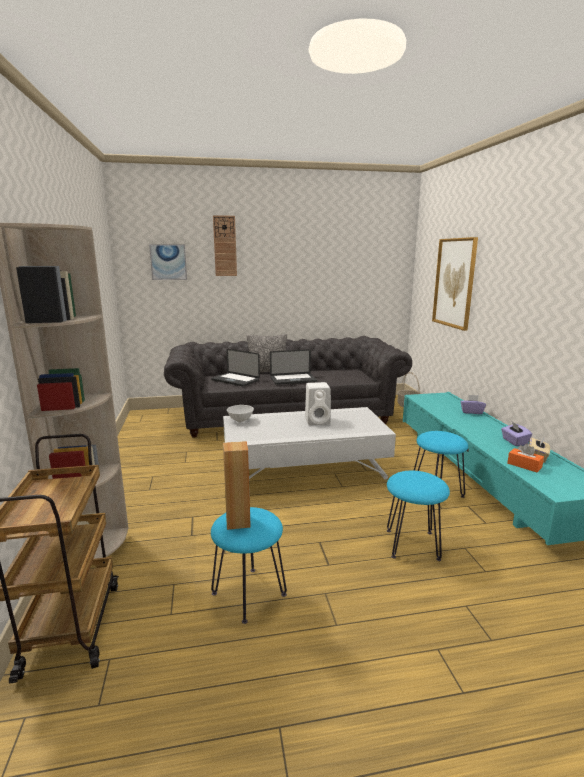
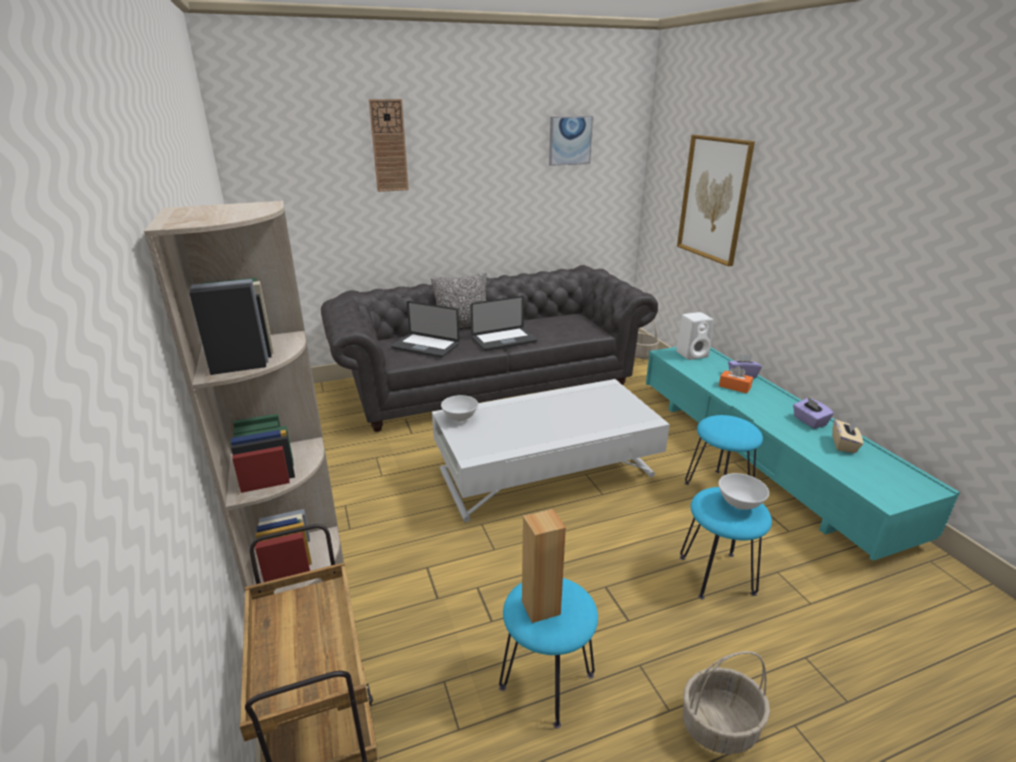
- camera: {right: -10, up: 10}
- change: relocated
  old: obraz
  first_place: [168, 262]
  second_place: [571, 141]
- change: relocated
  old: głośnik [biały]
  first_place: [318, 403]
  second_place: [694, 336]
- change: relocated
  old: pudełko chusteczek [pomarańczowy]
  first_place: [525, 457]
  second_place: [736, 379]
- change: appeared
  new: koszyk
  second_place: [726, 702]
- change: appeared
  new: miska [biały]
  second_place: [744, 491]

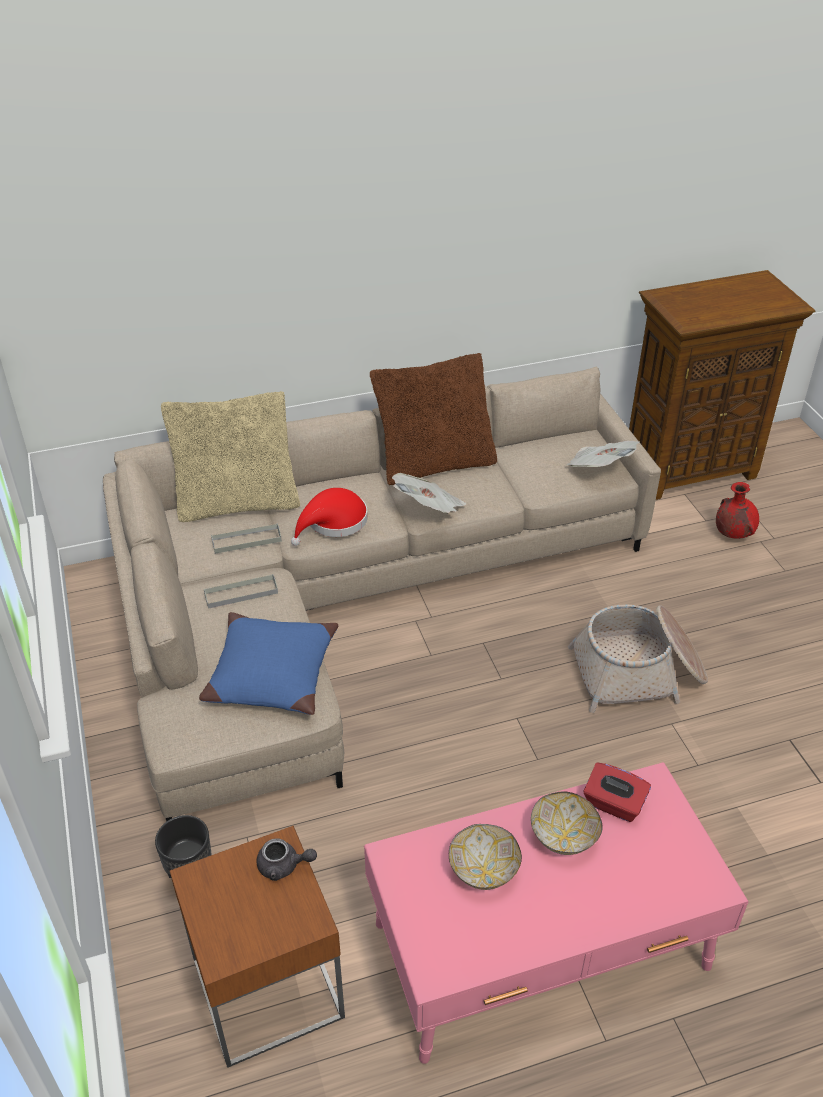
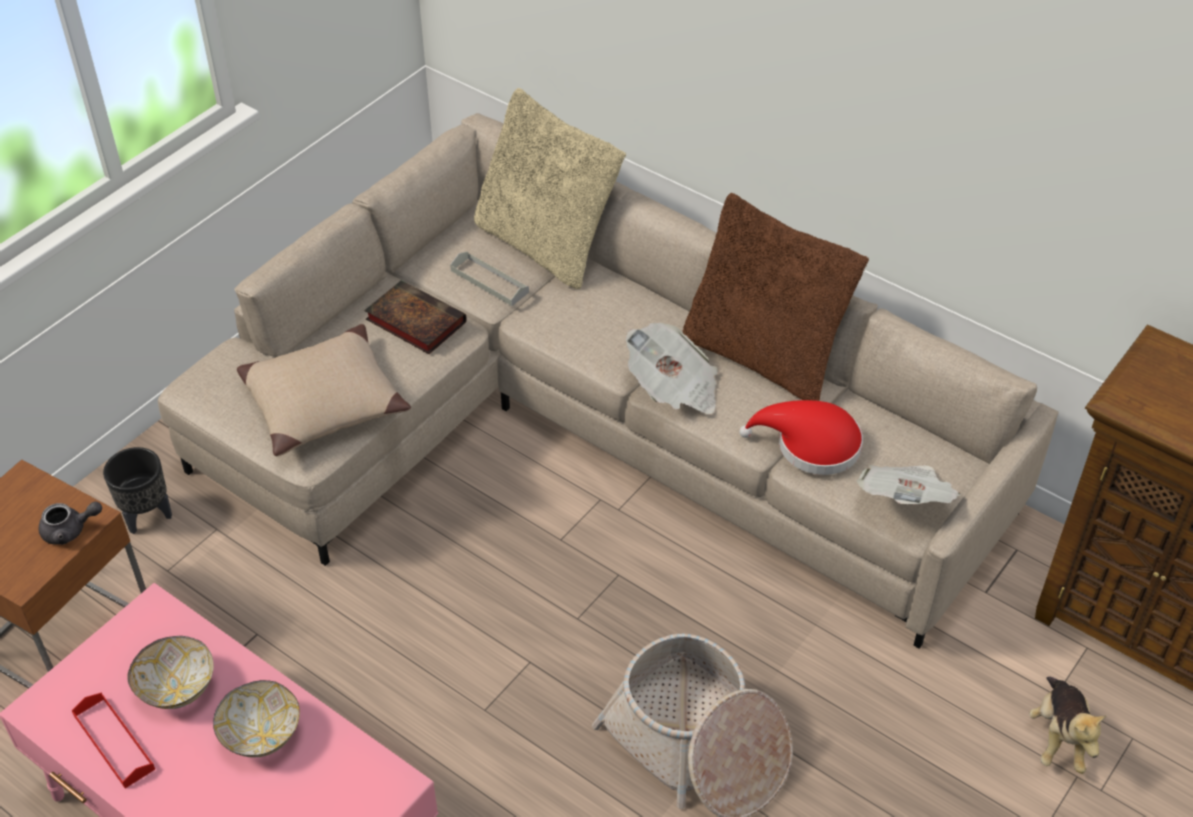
- camera: {right: 55, up: 5}
- change: colour
  old: poduszka [niebieski]
  new: poduszka [beżowy]
  first_place: [268, 663]
  second_place: [324, 390]
- change: exchanged
  old: taca [szary]
  new: książka
  first_place: [240, 591]
  second_place: [415, 317]
- change: spun
  old: imbryk [szary]
  first_place: [286, 859]
  second_place: [70, 523]
  degrees: -75
- change: relocated
  old: kapelusz [czerwony]
  first_place: [329, 517]
  second_place: [801, 437]
- change: missing
  old: pudełko chusteczek [czerwony]
  first_place: [617, 792]
- change: exchanged
  old: wazon [czerwony]
  new: pluszak
  first_place: [737, 510]
  second_place: [1068, 725]
- change: appeared
  new: taca [czerwony]
  second_place: [113, 740]

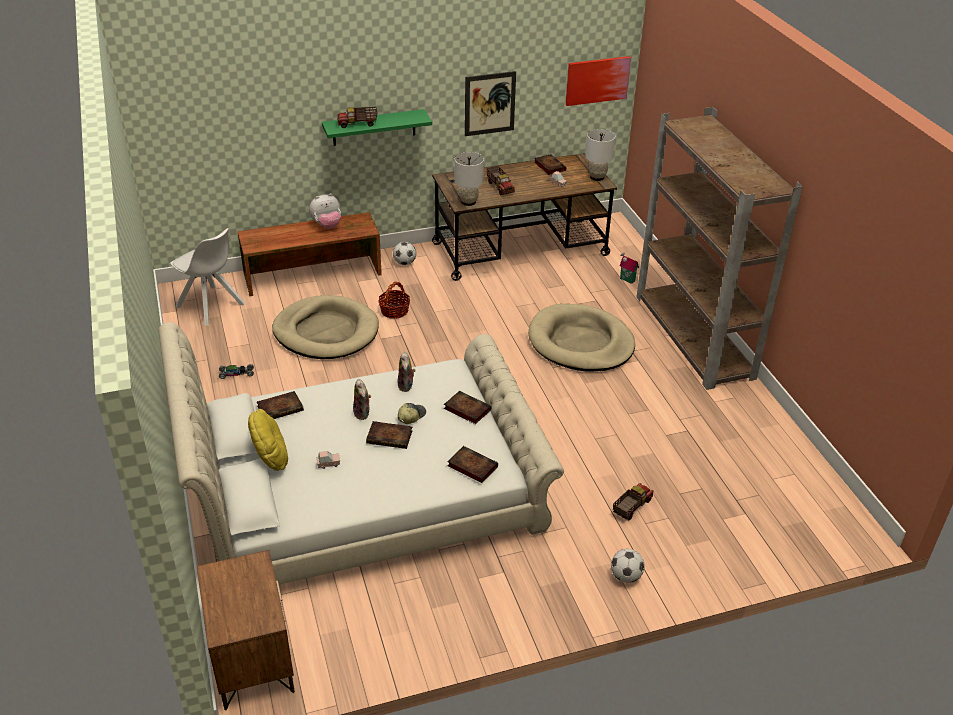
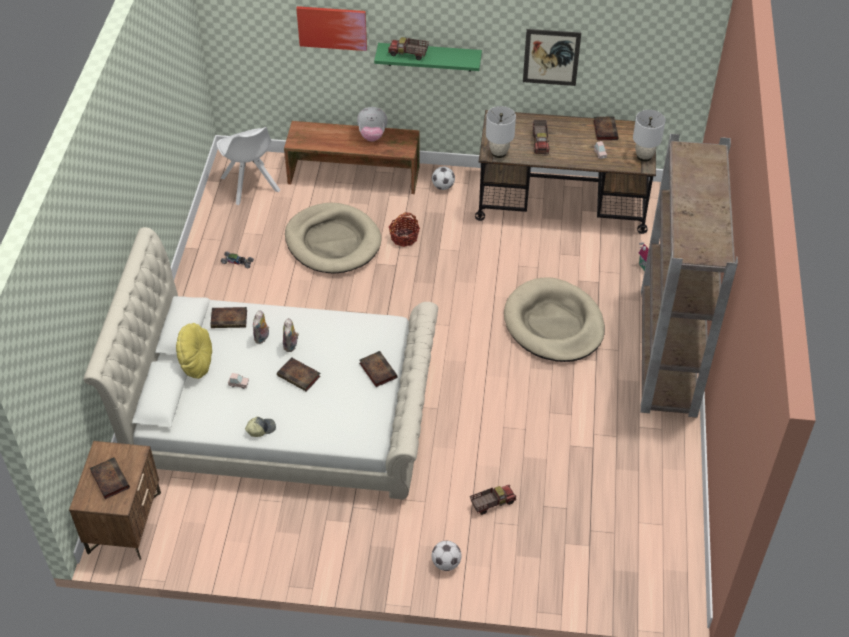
- camera: {right: 25, up: 10}
- change: relocated
  old: pluszak
  first_place: [406, 372]
  second_place: [261, 327]
- change: relocated
  old: czapka z daszkiem
  first_place: [412, 413]
  second_place: [260, 427]
- change: relocated
  old: książka
  first_place: [472, 464]
  second_place: [110, 478]
- change: relocated
  old: obraz
  first_place: [598, 81]
  second_place: [331, 28]

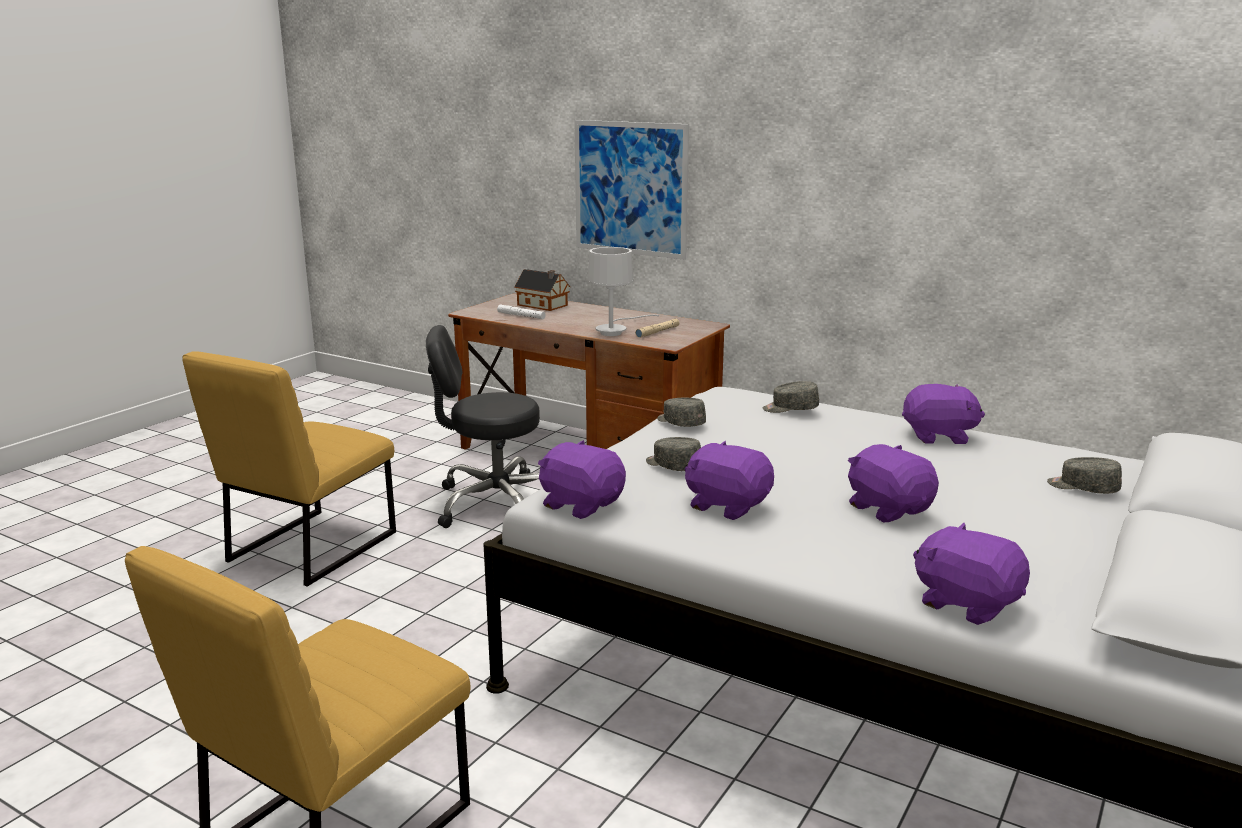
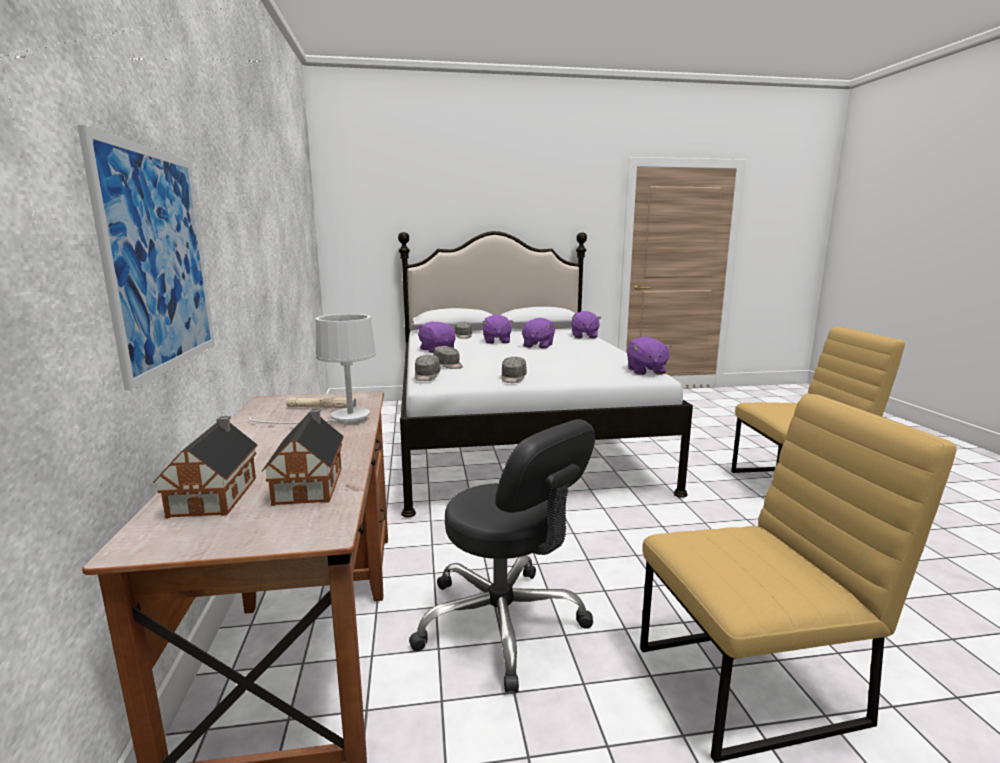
- camera: {right: -130, up: -5}
- change: exchanged
  old: latarka [biały]
  new: domek
  first_place: [521, 312]
  second_place: [303, 457]
- change: relocated
  old: czapka z daszkiem [szary]
  first_place: [673, 454]
  second_place: [427, 368]
- change: relocated
  old: pluszak [fioletowy]
  first_place: [729, 480]
  second_place: [498, 329]

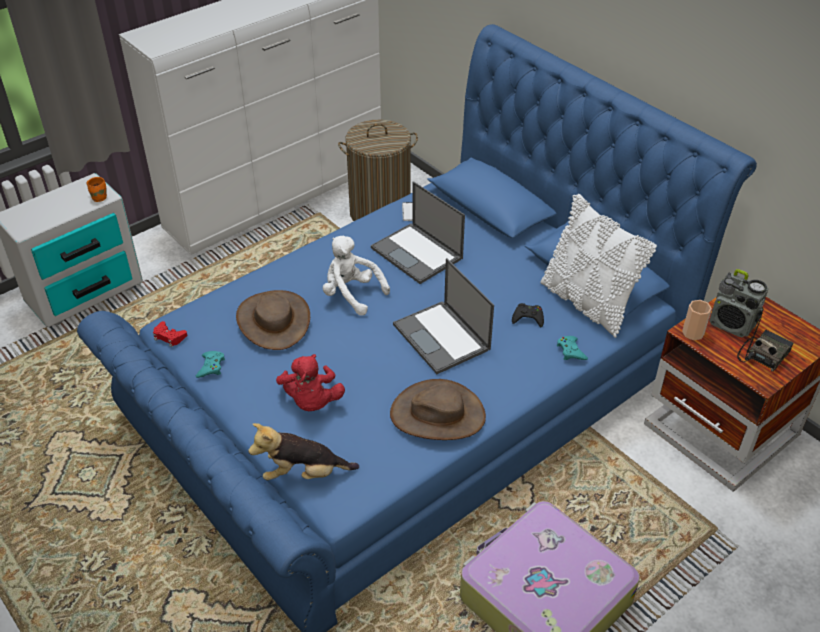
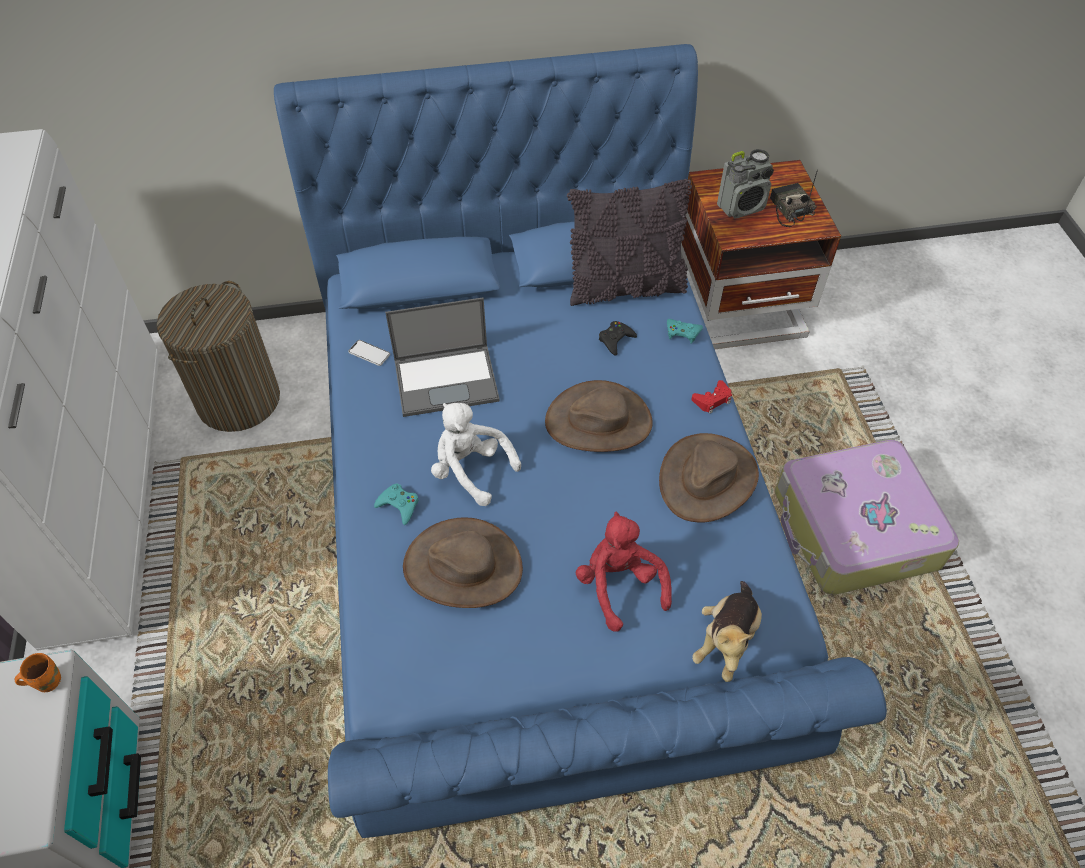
- camera: {right: -60, up: 10}
- change: relocated
  old: pad do gier [czerwony]
  first_place: [170, 334]
  second_place: [712, 397]
- change: relocated
  old: pad do gier [turkusowy]
  first_place: [210, 364]
  second_place: [396, 504]
- change: spun
  old: pluszak [czerwony]
  first_place: [310, 382]
  second_place: [624, 572]
  degrees: -135
- change: spun
  old: pluszak [biały]
  first_place: [356, 276]
  second_place: [476, 454]
  degrees: 60
- change: exchanged
  old: laptop
  new: kapelusz [brązowy]
  first_place: [443, 316]
  second_place: [599, 416]
- change: colour
  old: poduszka [biały]
  new: poduszka [czarny]
  first_place: [598, 266]
  second_place: [629, 242]
- change: missing
  old: filiżanka
  first_place: [697, 320]

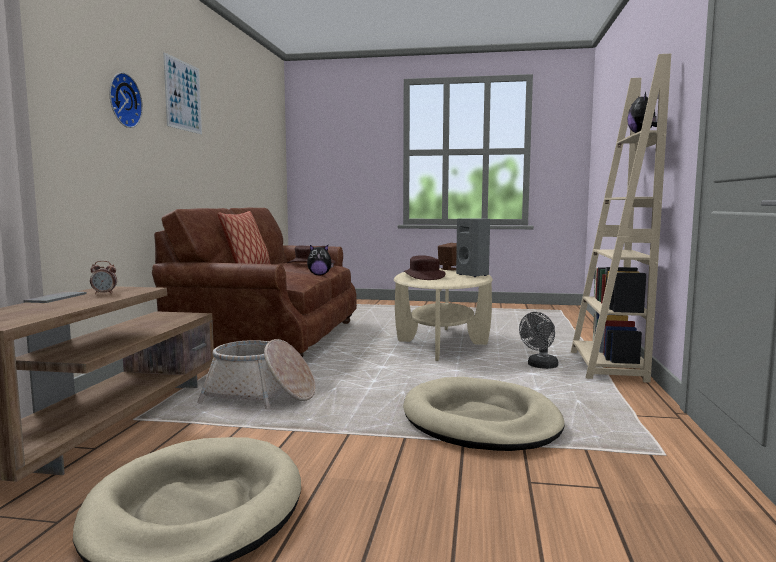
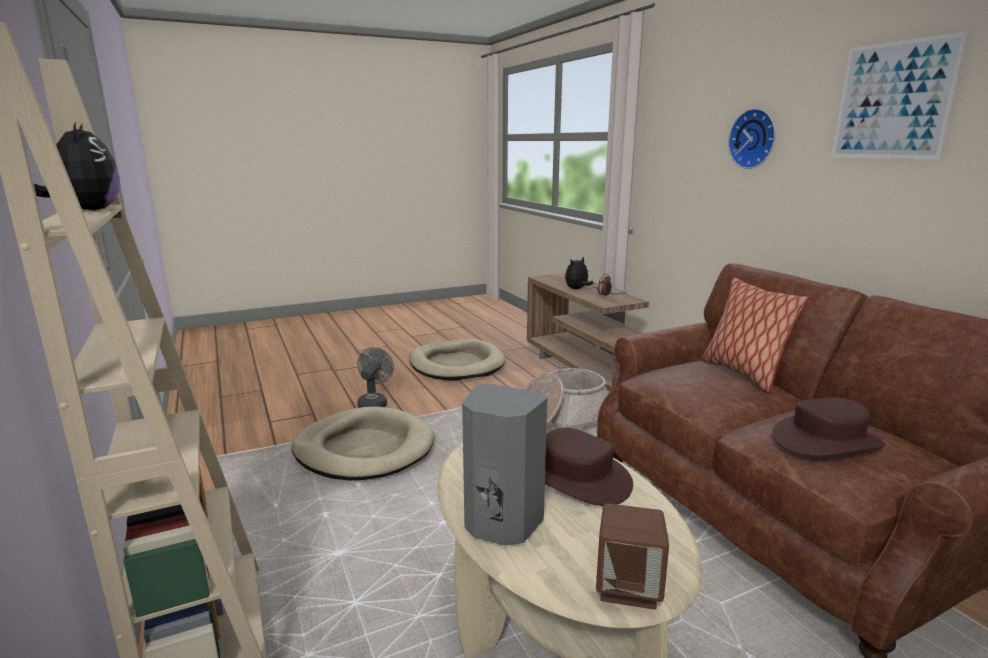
- camera: {right: 145, up: 10}
- change: relocated
  old: pluszak
  first_place: [320, 260]
  second_place: [579, 273]
- change: relocated
  old: wentylator [szary]
  first_place: [538, 340]
  second_place: [375, 378]

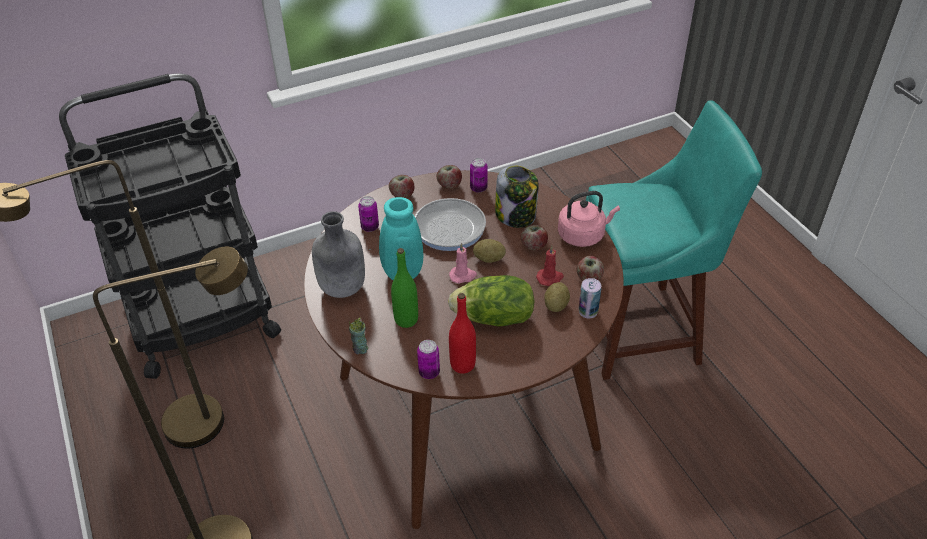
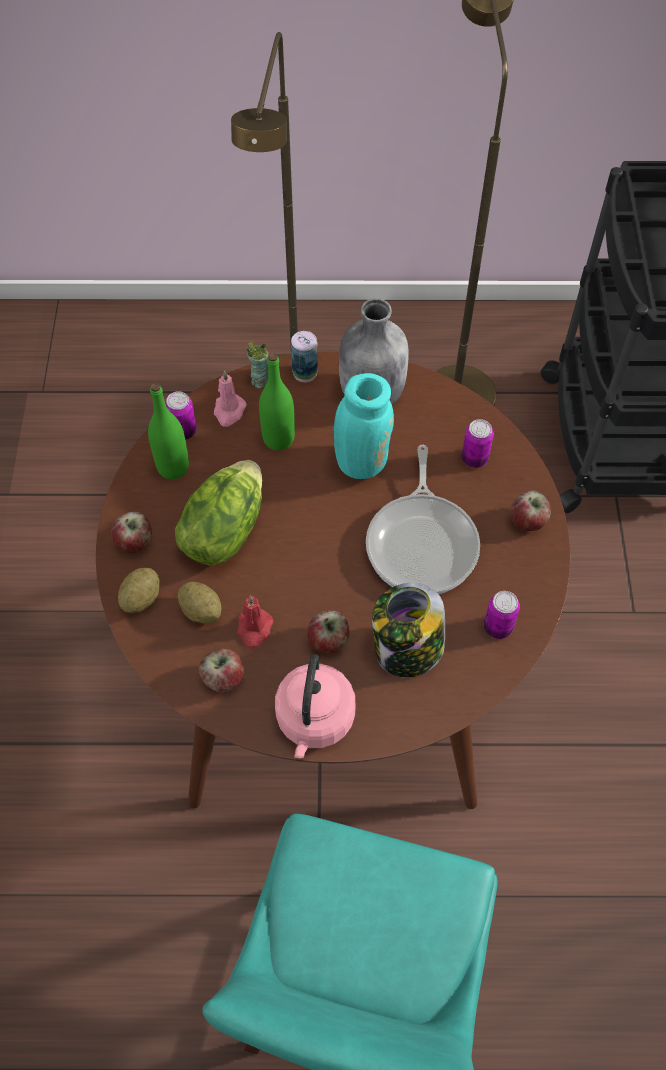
- camera: {right: 115, up: 15}
- change: relocated
  old: jabłko
  first_place: [449, 177]
  second_place: [131, 532]
- change: relocated
  old: świeca [różowy]
  first_place: [463, 263]
  second_place: [230, 399]
- change: colour
  old: butelka [czerwony]
  new: butelka [zielony]
  first_place: [462, 333]
  second_place: [168, 431]
- change: relocated
  old: ziemniak
  first_place: [489, 251]
  second_place: [138, 590]
- change: relocated
  old: puszka
  first_place: [590, 298]
  second_place: [304, 356]

